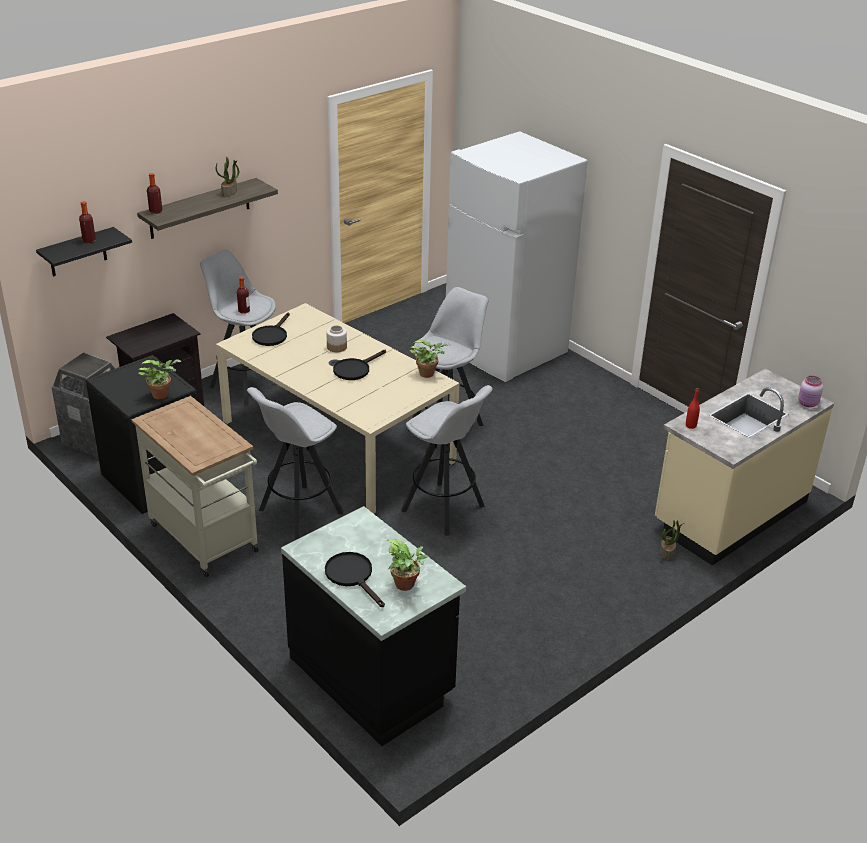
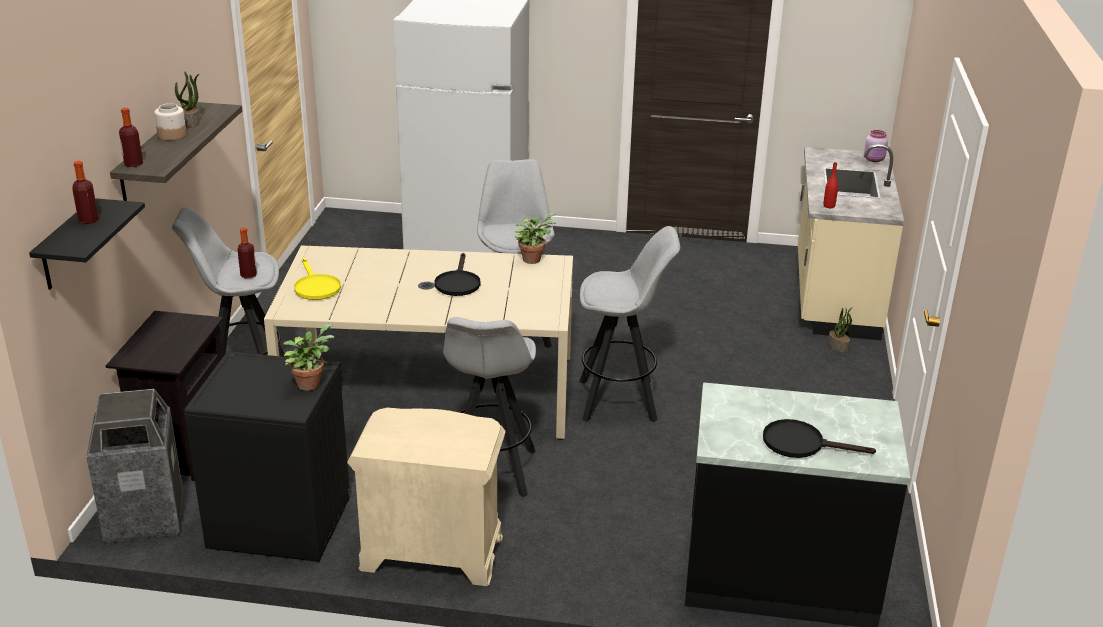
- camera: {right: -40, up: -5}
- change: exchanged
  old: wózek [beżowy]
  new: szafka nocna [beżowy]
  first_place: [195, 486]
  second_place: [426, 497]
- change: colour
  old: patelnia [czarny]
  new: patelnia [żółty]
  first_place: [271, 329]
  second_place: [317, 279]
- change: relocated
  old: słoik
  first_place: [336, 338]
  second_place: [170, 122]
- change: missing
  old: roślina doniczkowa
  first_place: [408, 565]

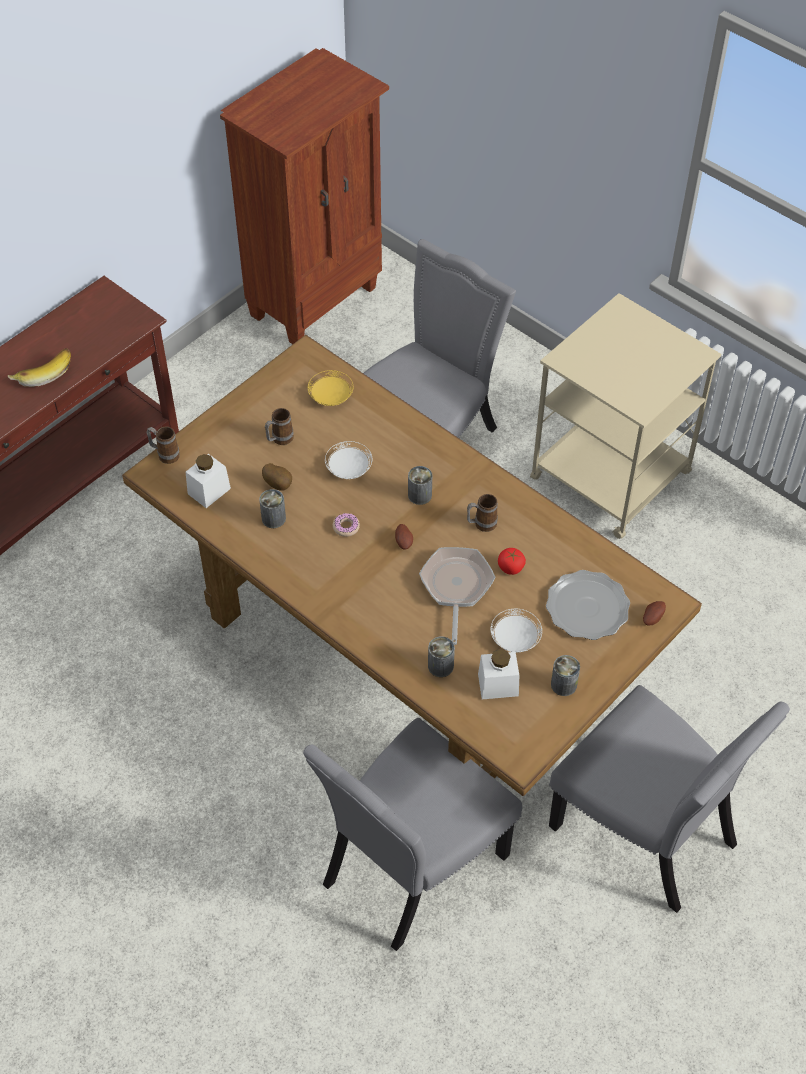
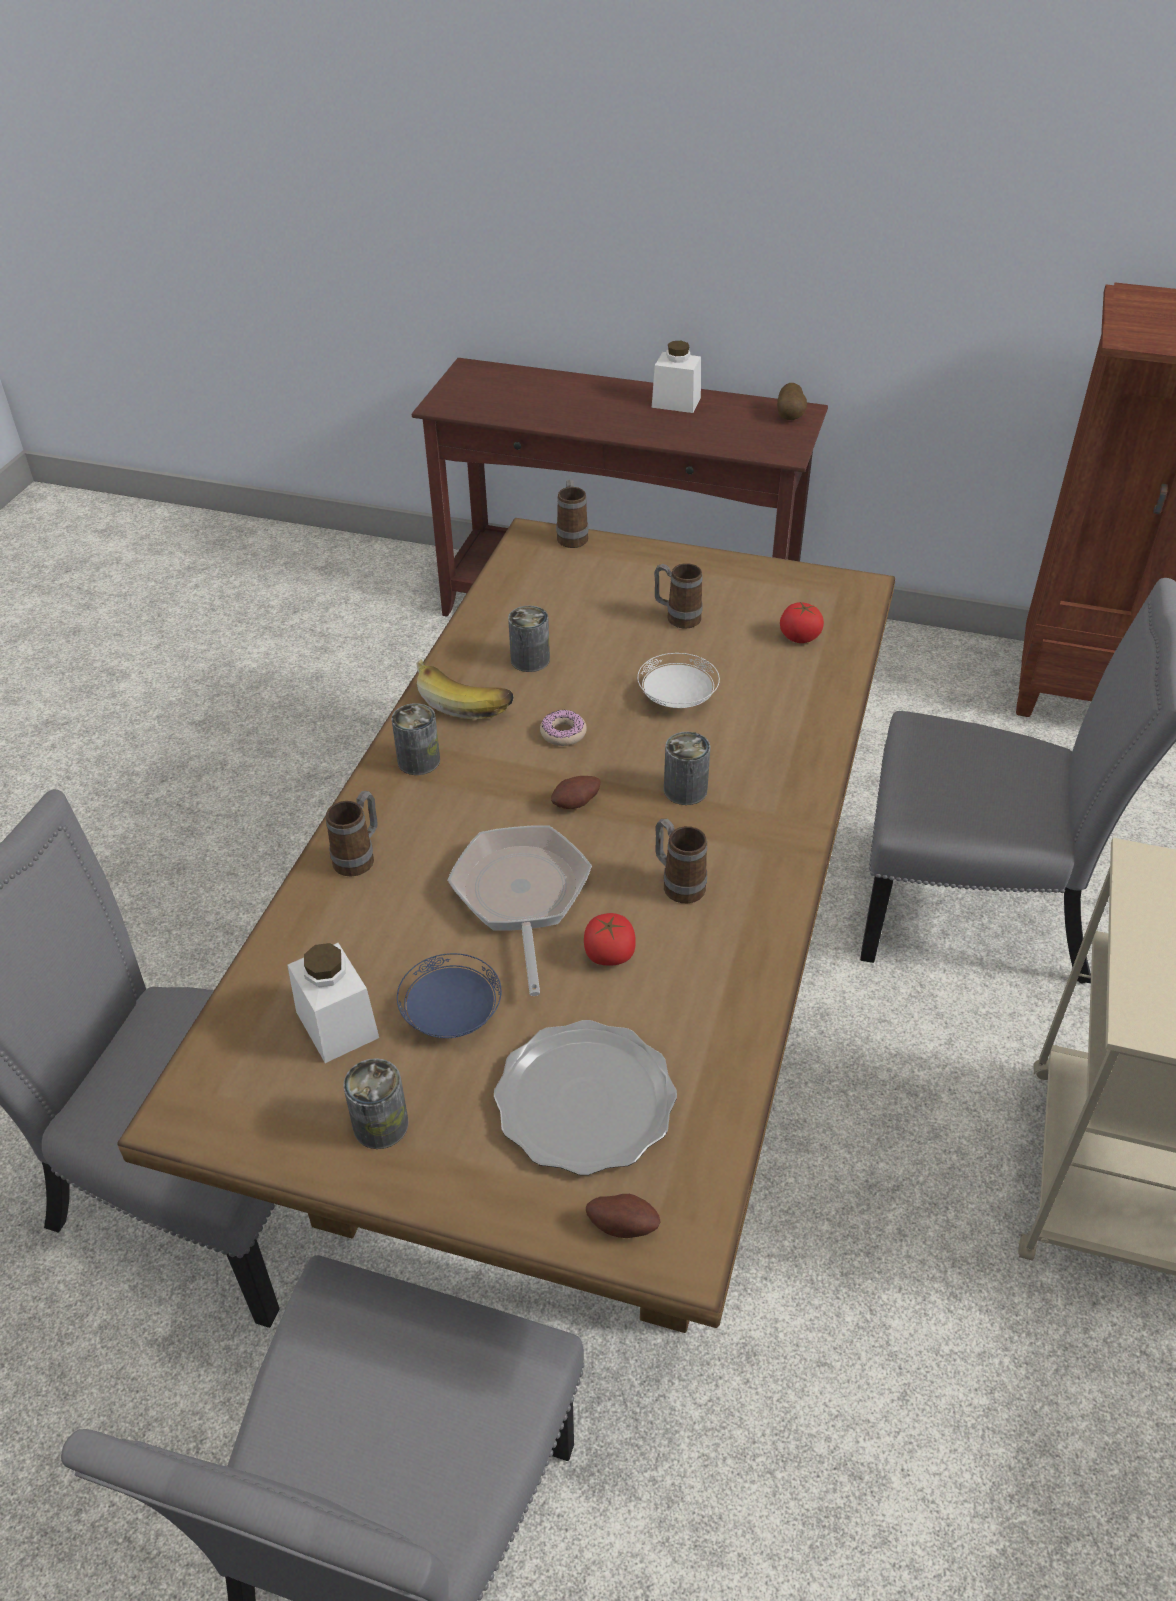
- camera: {right: 65, up: -10}
- change: relocated
  old: banan
  first_place: [39, 367]
  second_place: [465, 689]
- change: relocated
  old: słoik [biały]
  first_place: [208, 481]
  second_place: [676, 377]
- change: relocated
  old: ziemniak
  first_place: [277, 477]
  second_place: [792, 401]
- change: exchanged
  old: talerz [żółty]
  new: pomidor
  first_place: [330, 388]
  second_place: [802, 622]
- change: spun
  old: patelnia
  first_place: [457, 596]
  second_place: [519, 910]
  degrees: -75
- change: relocated
  old: puszka
  first_place: [441, 656]
  second_place: [415, 739]
- change: colour
  old: talerz [biały]
  new: talerz [niebieski]
  first_place: [516, 631]
  second_place: [449, 995]
- change: appeared
  new: kubek
  second_place: [352, 834]

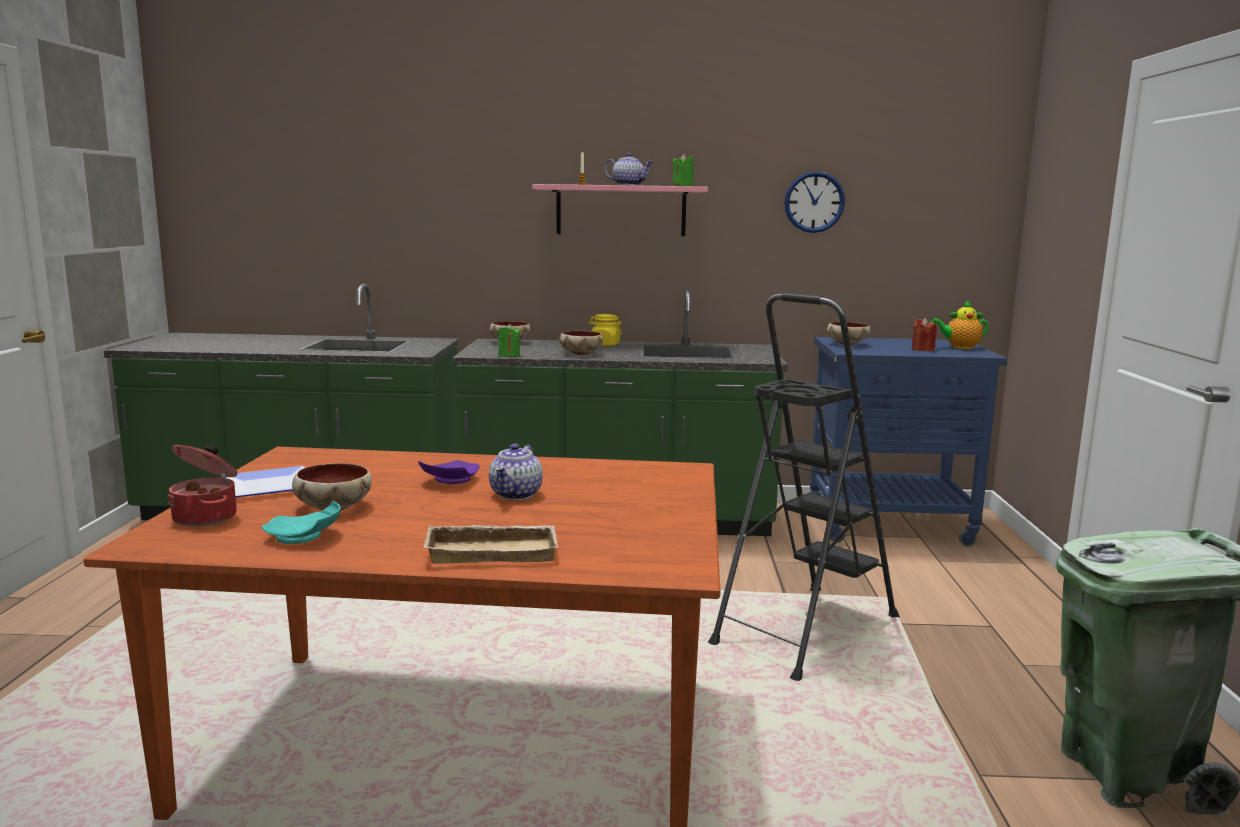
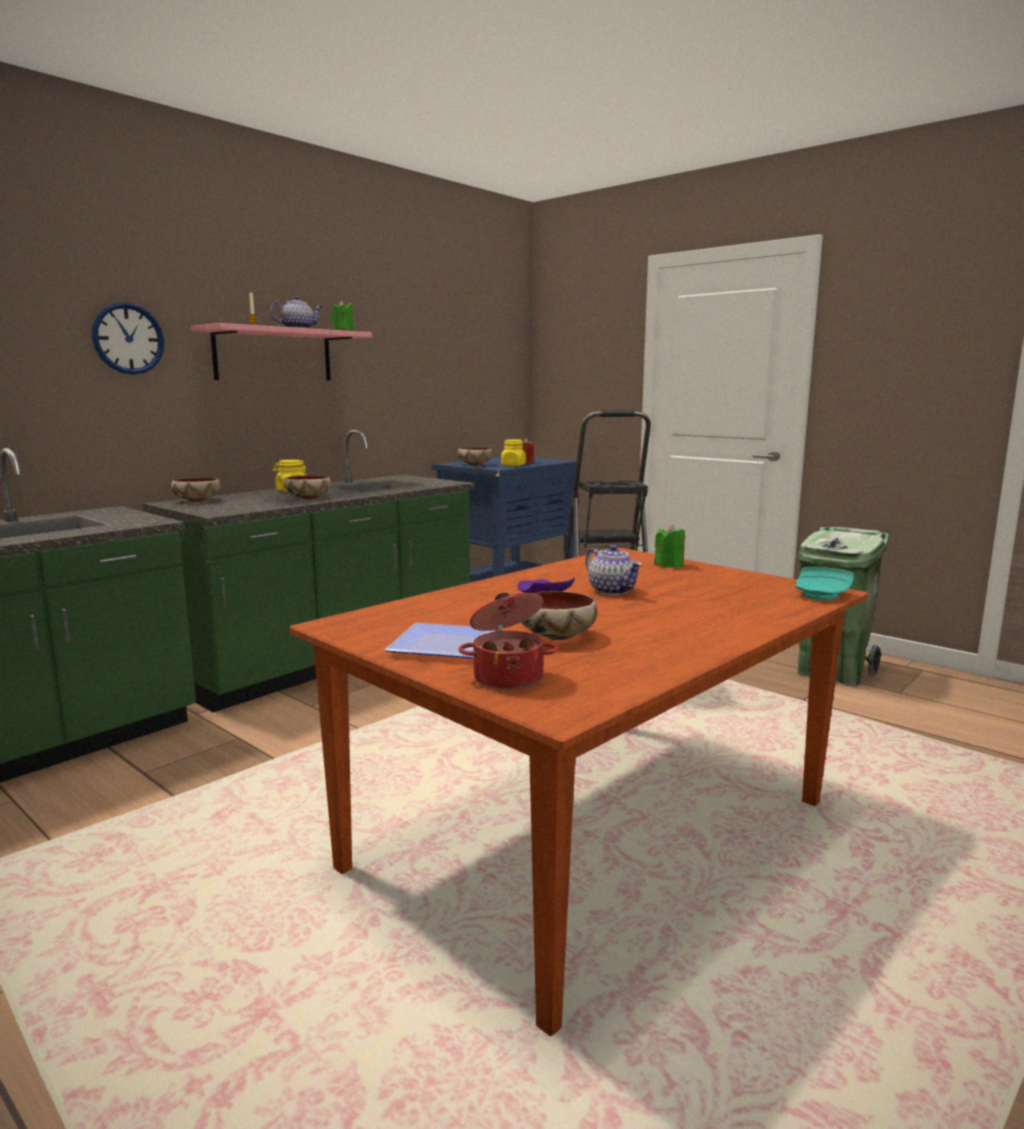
- camera: {right: -50, up: 0}
- change: relocated
  old: talerz [turkusowy]
  first_place: [301, 522]
  second_place: [825, 583]
- change: missing
  old: taca [beżowy]
  first_place: [490, 544]
- change: relocated
  old: świeca [zielony]
  first_place: [509, 340]
  second_place: [669, 546]
- change: relocated
  old: zegar ścienny
  first_place: [814, 202]
  second_place: [128, 338]
- change: missing
  old: imbryk
  first_place: [959, 324]
- change: appeared
  new: słoik [żółty]
  second_place: [513, 452]

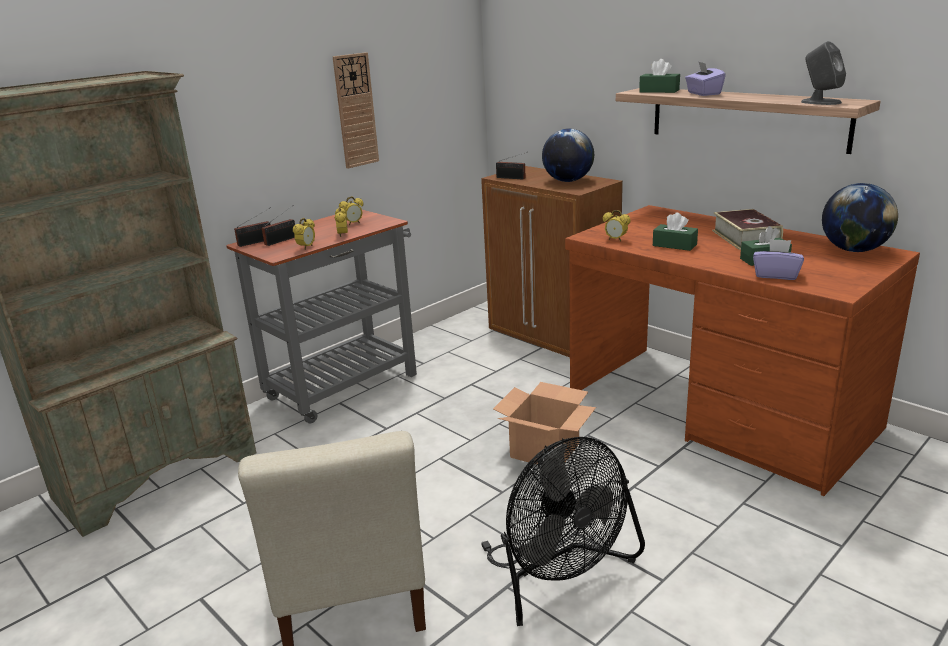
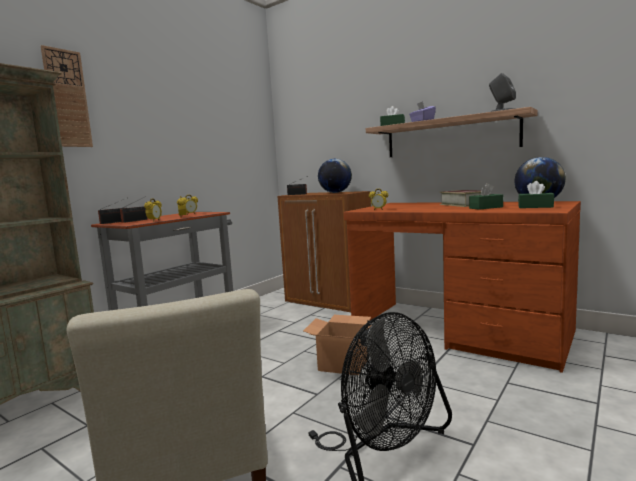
- camera: {right: -10, up: -15}
- change: relocated
  old: zegar ścienny
  first_place: [356, 110]
  second_place: [67, 96]
- change: relocated
  old: pudełko chusteczek [zielony]
  first_place: [675, 232]
  second_place: [536, 194]
- change: missing
  old: pudełko chusteczek [fioletowy]
  first_place: [778, 259]

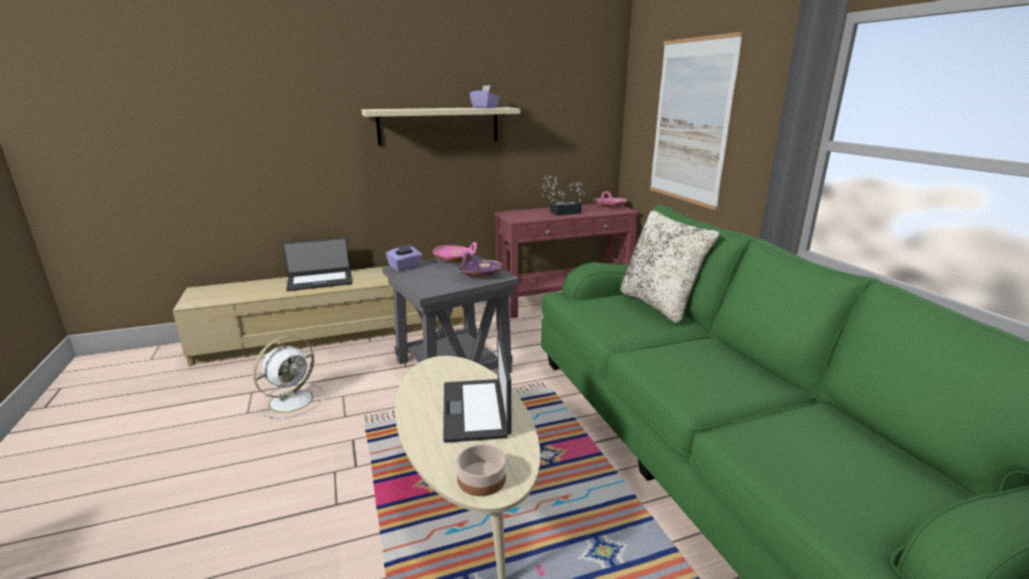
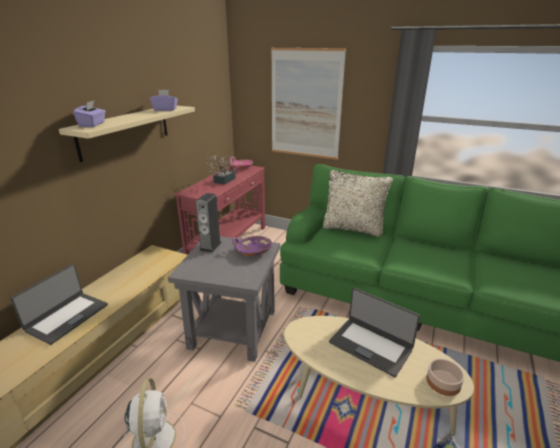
- camera: {right: -45, up: 5}
- change: relocated
  old: pudełko chusteczek [fioletowy]
  first_place: [404, 257]
  second_place: [89, 113]
- change: exchanged
  old: miska [różowy]
  new: głośnik
  first_place: [455, 252]
  second_place: [209, 223]

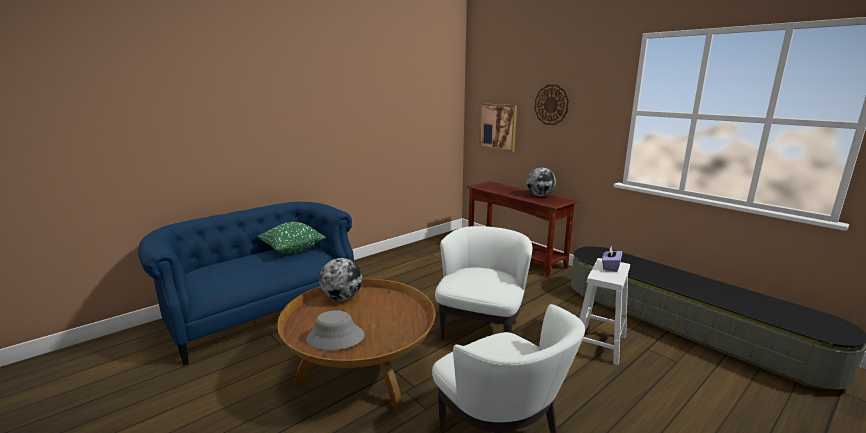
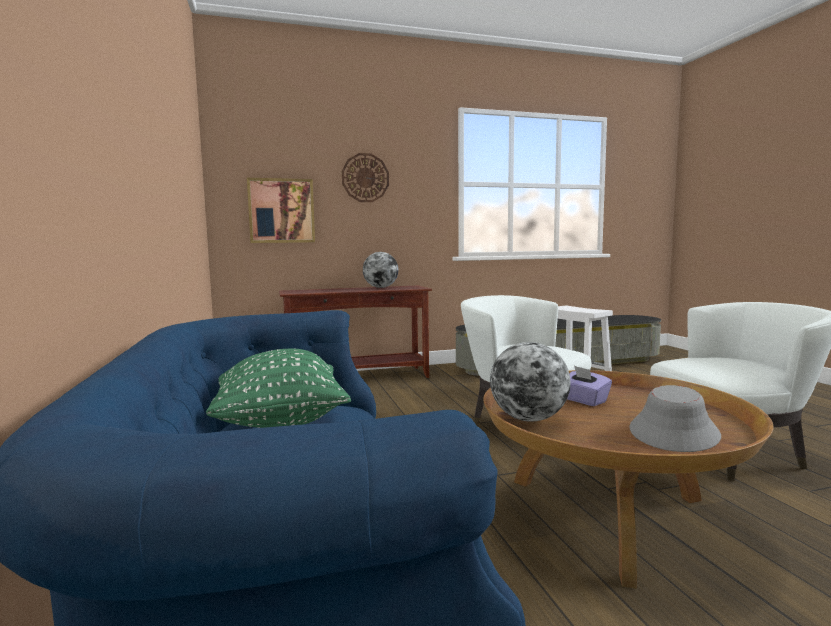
- camera: {right: -65, up: -10}
- change: relocated
  old: pudełko chusteczek [fioletowy]
  first_place: [612, 259]
  second_place: [589, 386]

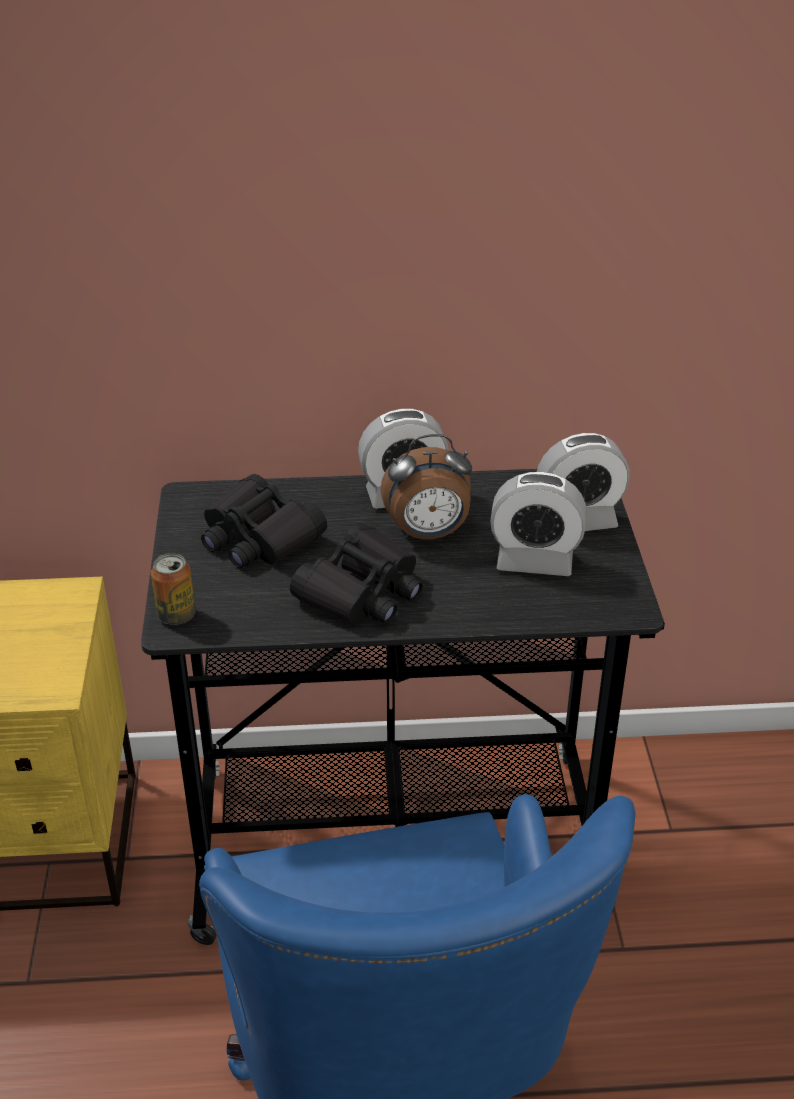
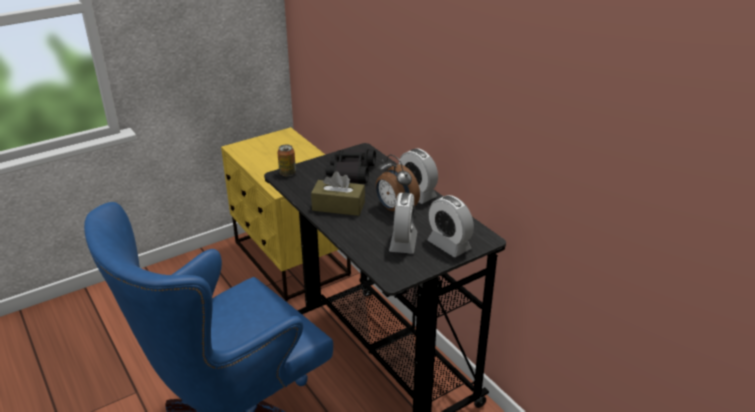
- camera: {right: 60, up: -5}
- change: exchanged
  old: lornetka [czarny]
  new: pudełko chusteczek [brązowy]
  first_place: [356, 573]
  second_place: [338, 193]
- change: spun
  old: budzik
  first_place: [538, 524]
  second_place: [403, 223]
  degrees: -150

